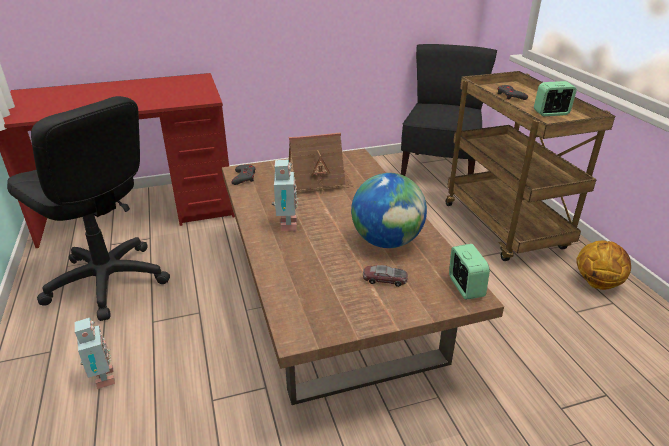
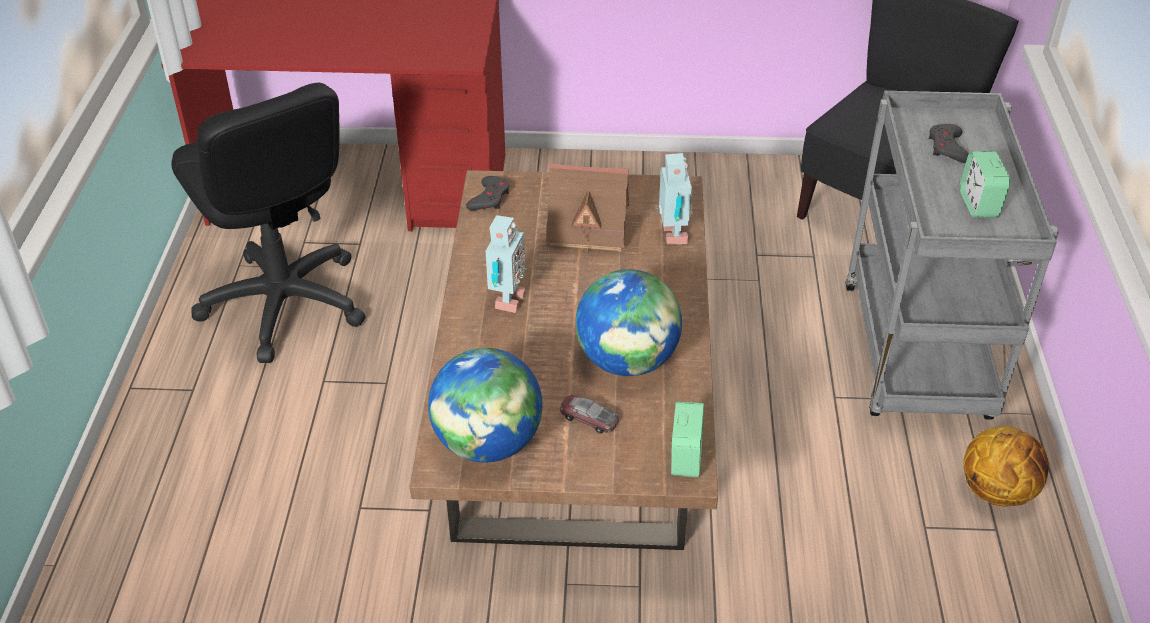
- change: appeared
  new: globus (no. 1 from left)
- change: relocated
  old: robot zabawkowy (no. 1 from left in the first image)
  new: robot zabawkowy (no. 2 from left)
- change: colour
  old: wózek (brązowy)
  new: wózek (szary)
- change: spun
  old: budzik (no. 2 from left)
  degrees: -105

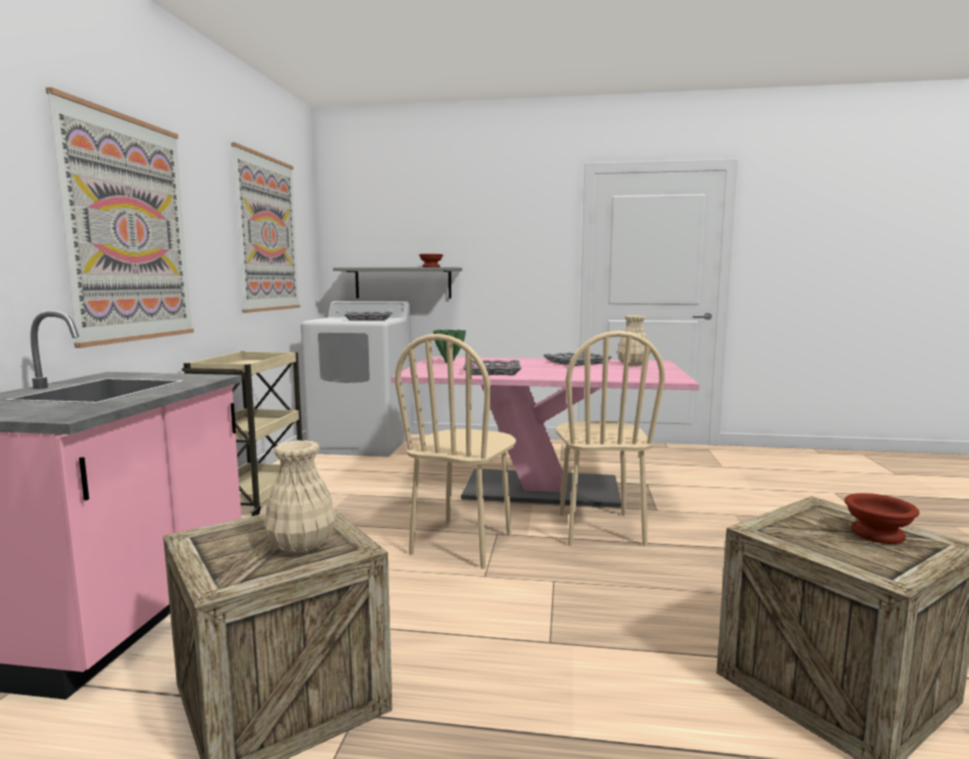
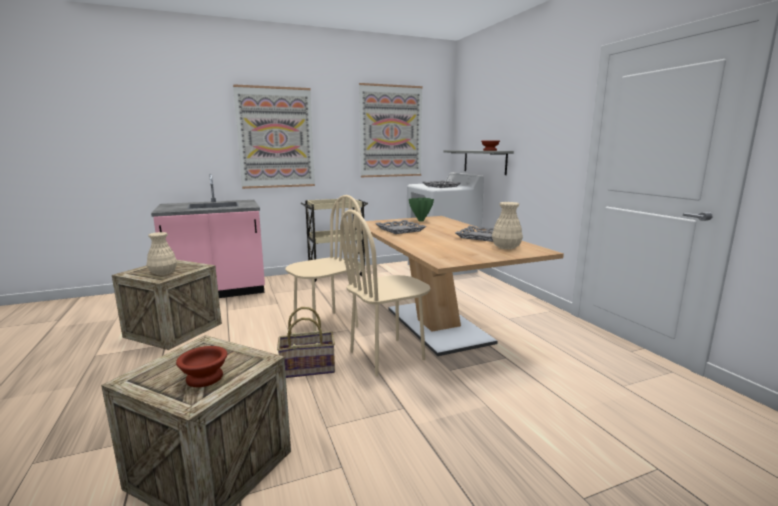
- change: appeared
  new: koszyk
- change: colour
  old: stół jadalny (różowy)
  new: stół jadalny (brązowy)
- change: spun
  old: krzesło (beżowy) (no. 1 from left)
  degrees: 150

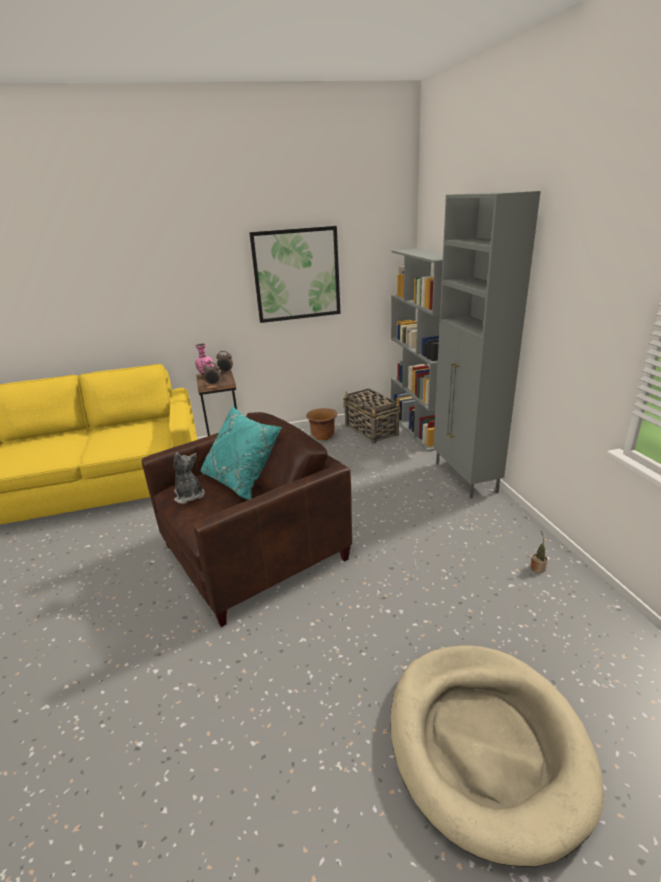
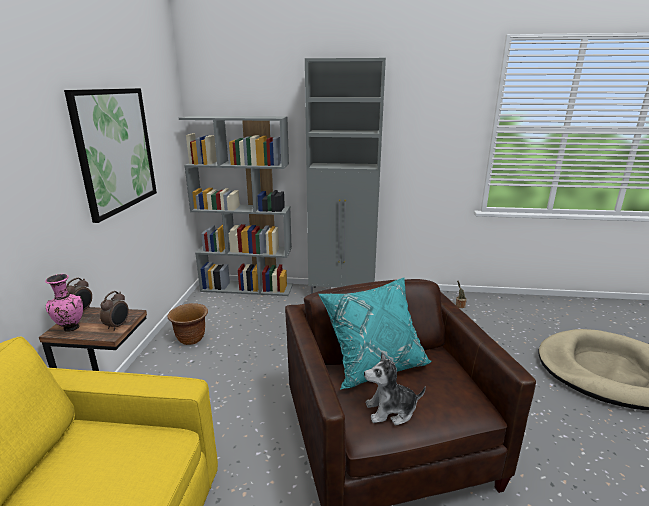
- change: missing
  old: koszyk

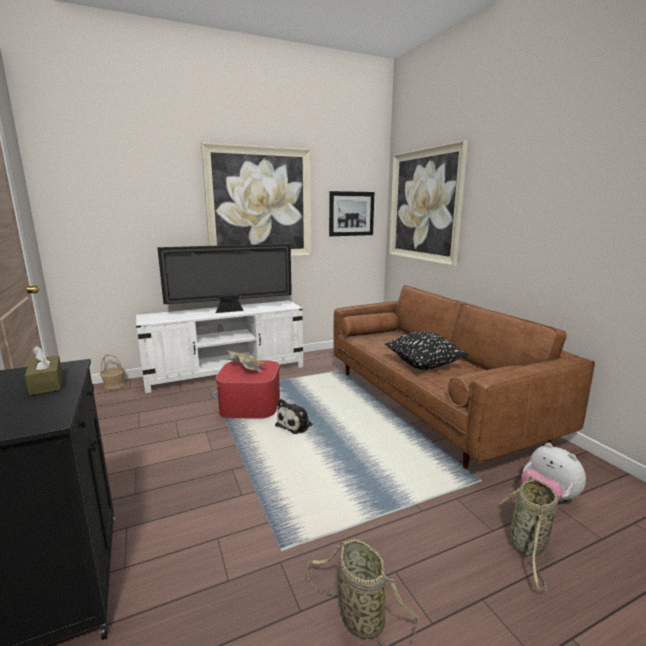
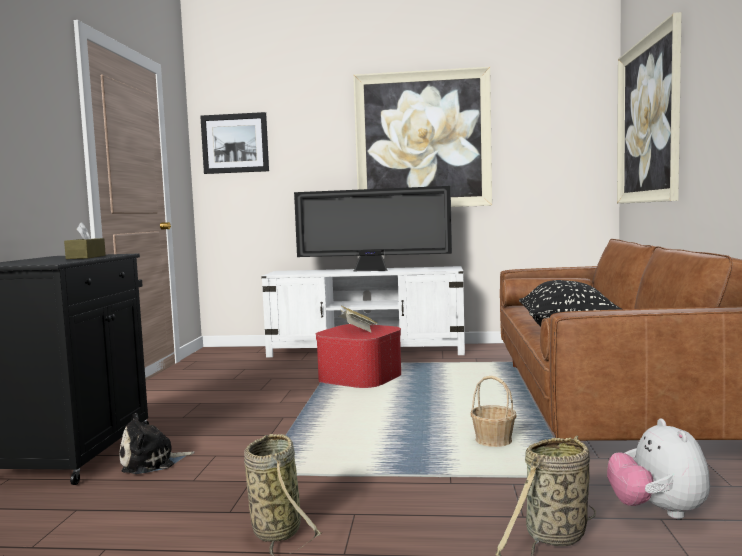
- change: relocated
  old: koszyk (no. 1 from left in the first image)
  new: koszyk (no. 2 from left)
- change: relocated
  old: pluszak (no. 1 from left)
- change: relocated
  old: obraz (no. 2 from left in the first image)
  new: obraz (no. 1 from left)

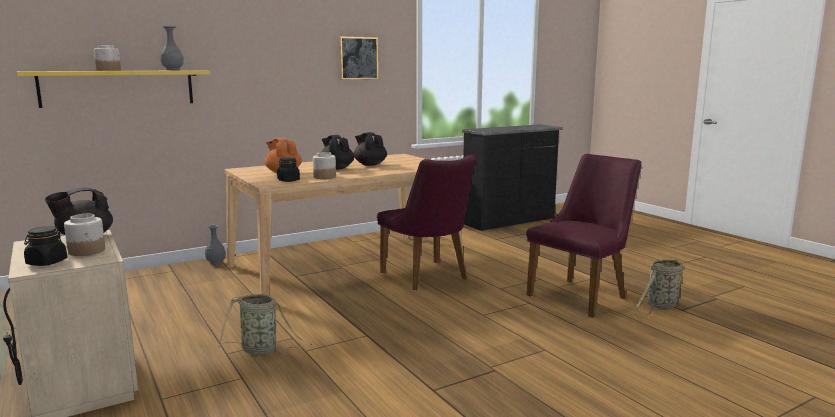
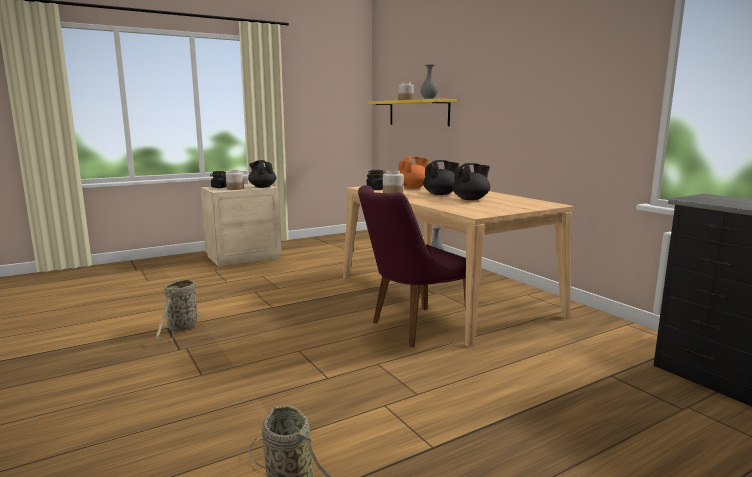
- change: missing
  old: obraz
- change: missing
  old: krzesło (fioletowy) (no. 2 from left)
- change: relocated
  old: koszyk (no. 1 from left)

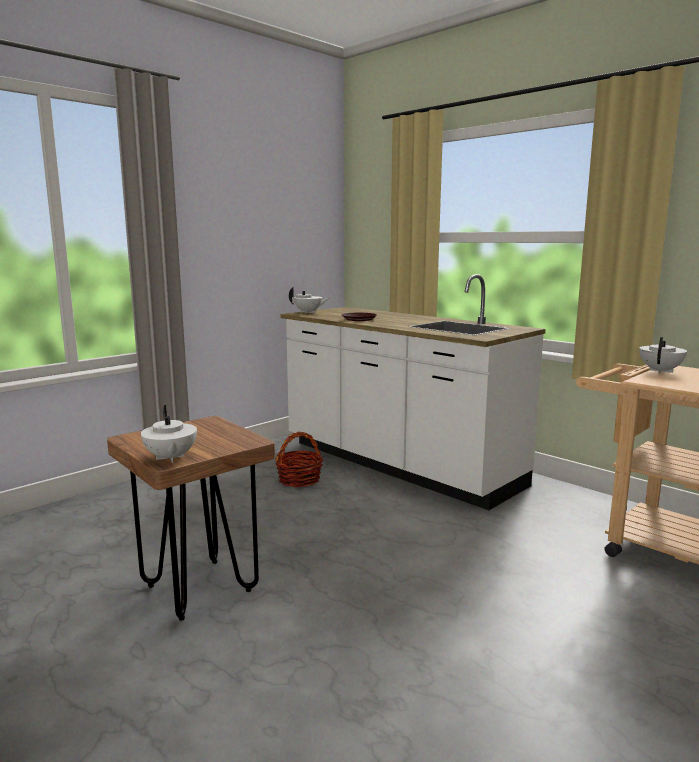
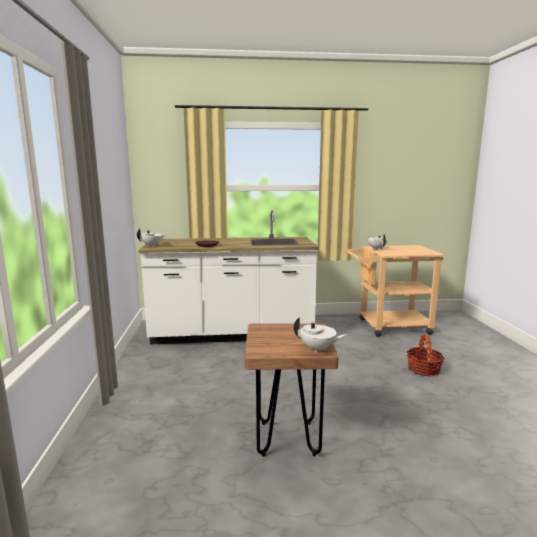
- change: relocated
  old: koszyk

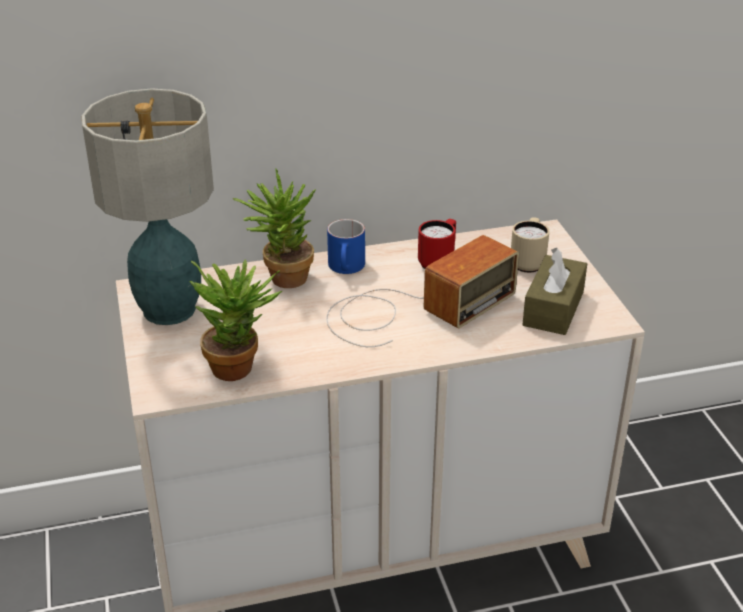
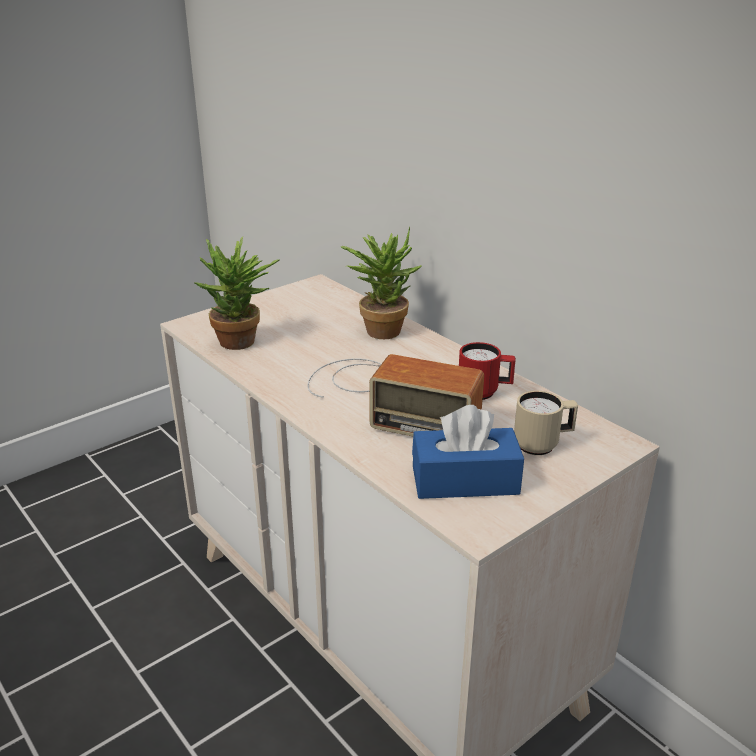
- change: missing
  old: lampa stołowa
- change: missing
  old: kubek (niebieski)
- change: colour
  old: pudełko chusteczek (brązowy)
  new: pudełko chusteczek (niebieski)

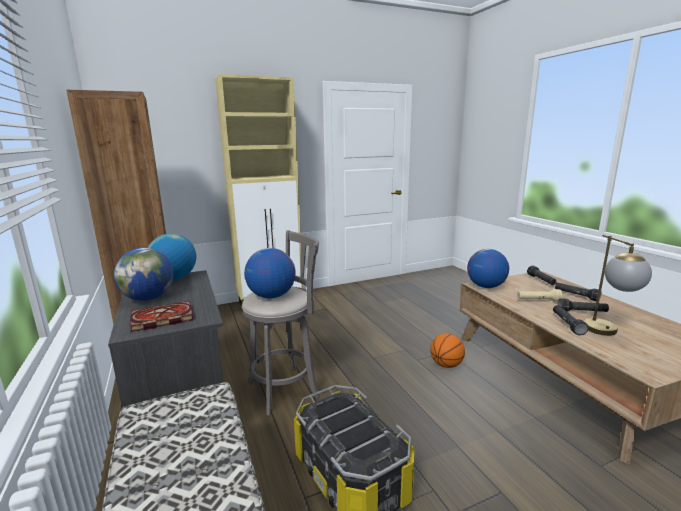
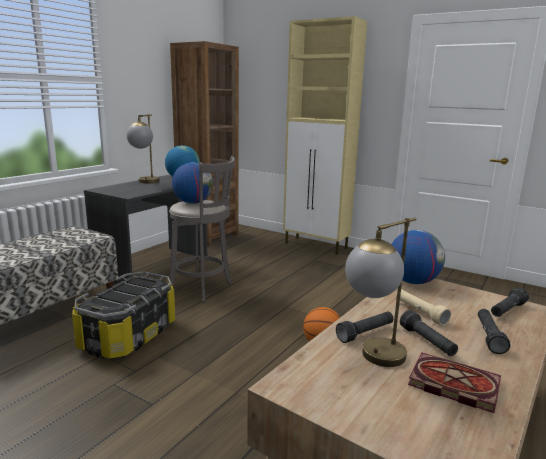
- change: relocated
  old: książka
- change: exchanged
  old: globus (no. 1 from left)
  new: lampa stołowa (no. 1 from left)

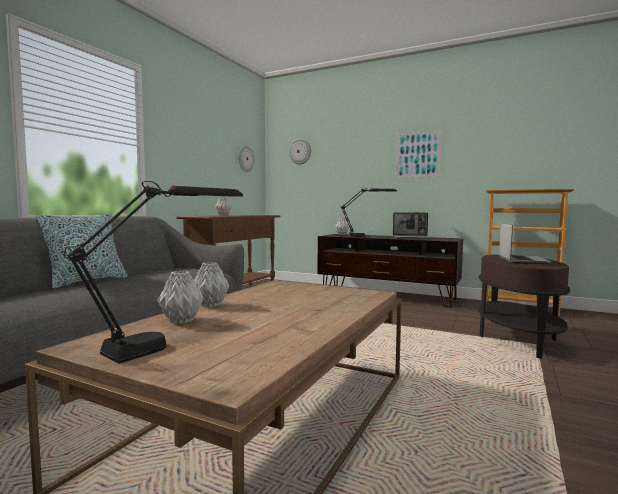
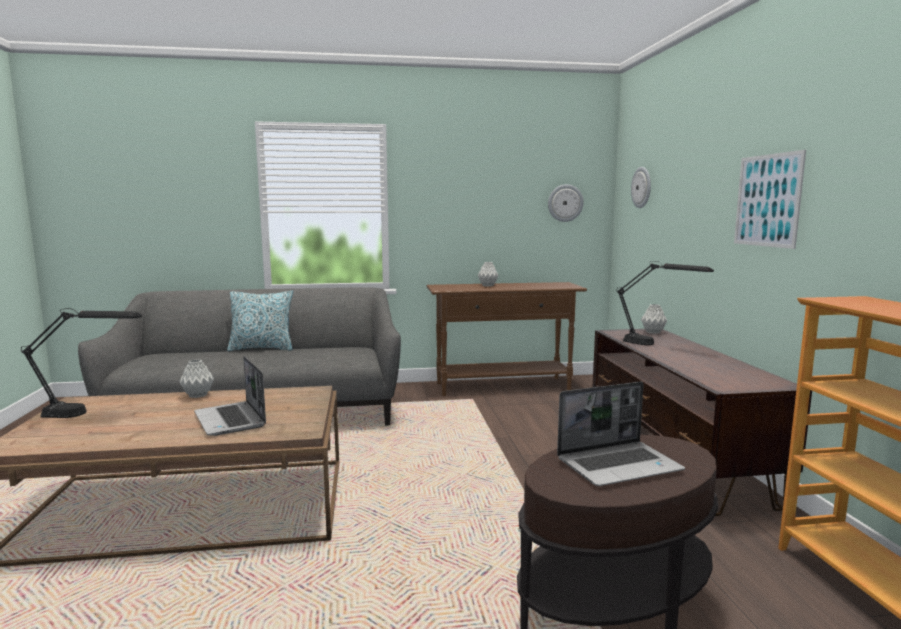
- change: missing
  old: wazon (szary) (no. 1 from left)
- change: relocated
  old: laptop (no. 1 from left)

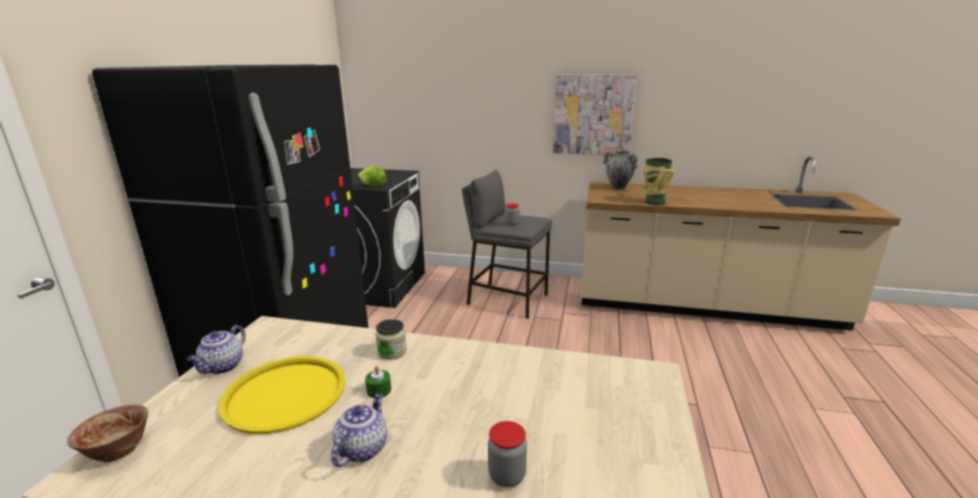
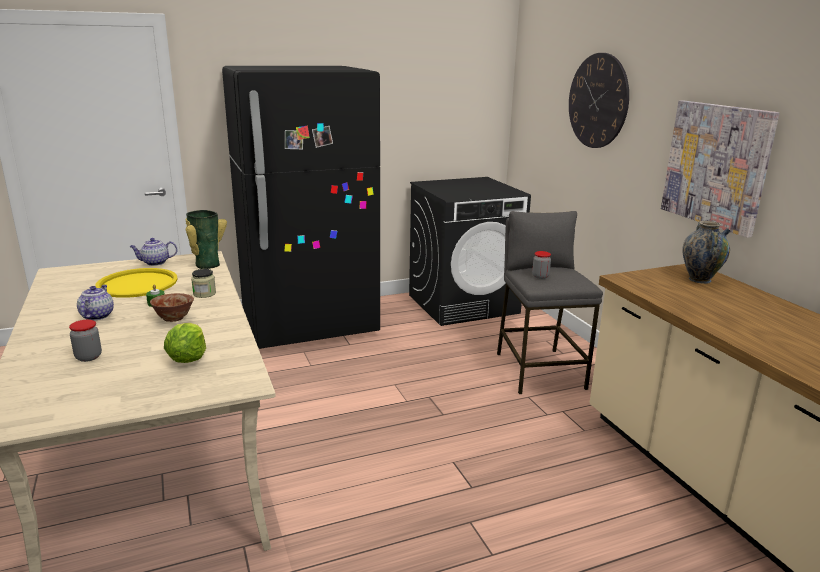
- change: appeared
  new: zegar ścienny
- change: relocated
  old: miska
- change: relocated
  old: sałata
- change: relocated
  old: wazon (no. 2 from left in the first image)
  new: wazon (no. 1 from left)
- change: spun
  old: imbryk (no. 2 from left in the first image)
  degrees: -75

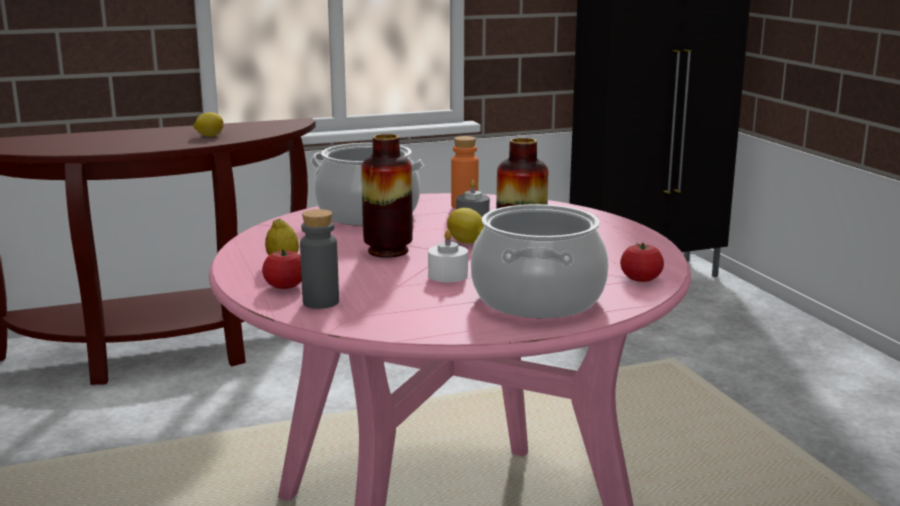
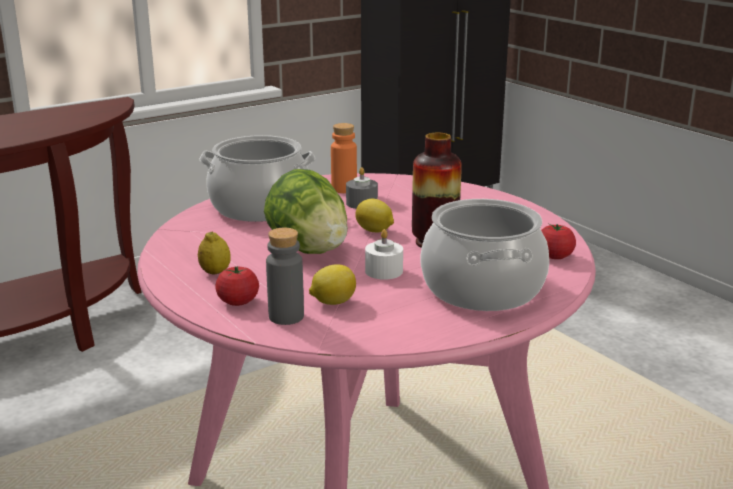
- change: relocated
  old: cytryna (no. 1 from left in the first image)
  new: cytryna (no. 2 from left)
- change: exchanged
  old: wazon (no. 1 from left)
  new: sałata

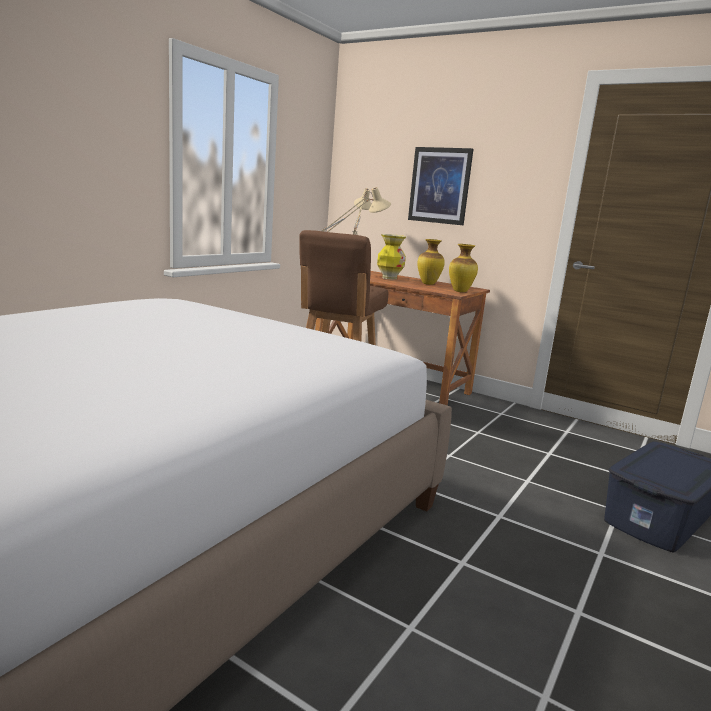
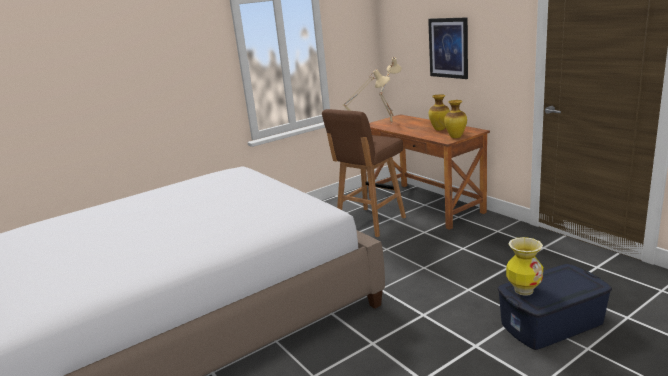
- change: relocated
  old: wazon (no. 1 from left in the first image)
  new: wazon (no. 3 from left)

